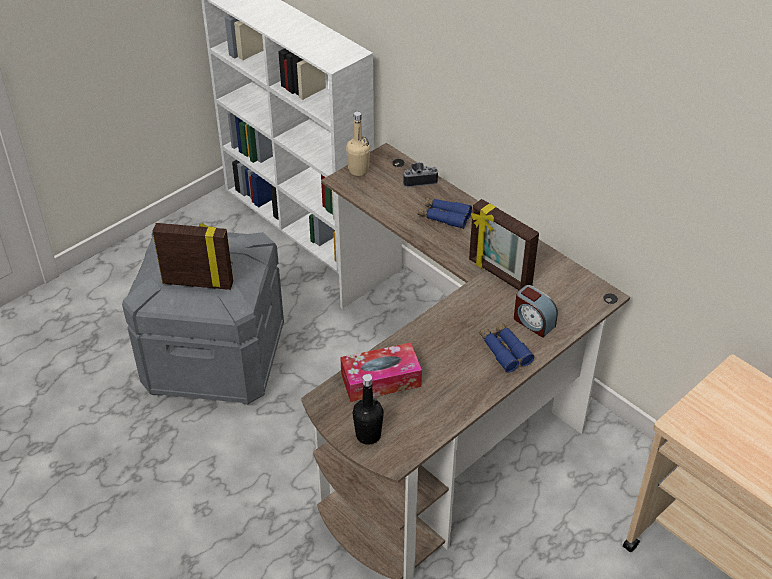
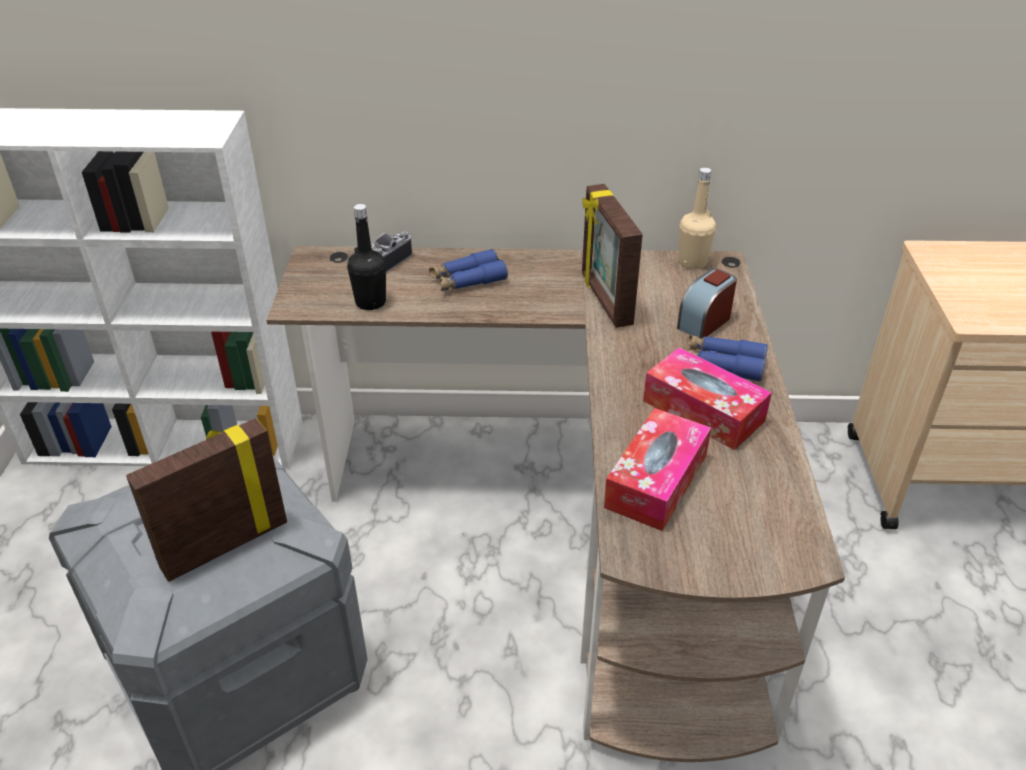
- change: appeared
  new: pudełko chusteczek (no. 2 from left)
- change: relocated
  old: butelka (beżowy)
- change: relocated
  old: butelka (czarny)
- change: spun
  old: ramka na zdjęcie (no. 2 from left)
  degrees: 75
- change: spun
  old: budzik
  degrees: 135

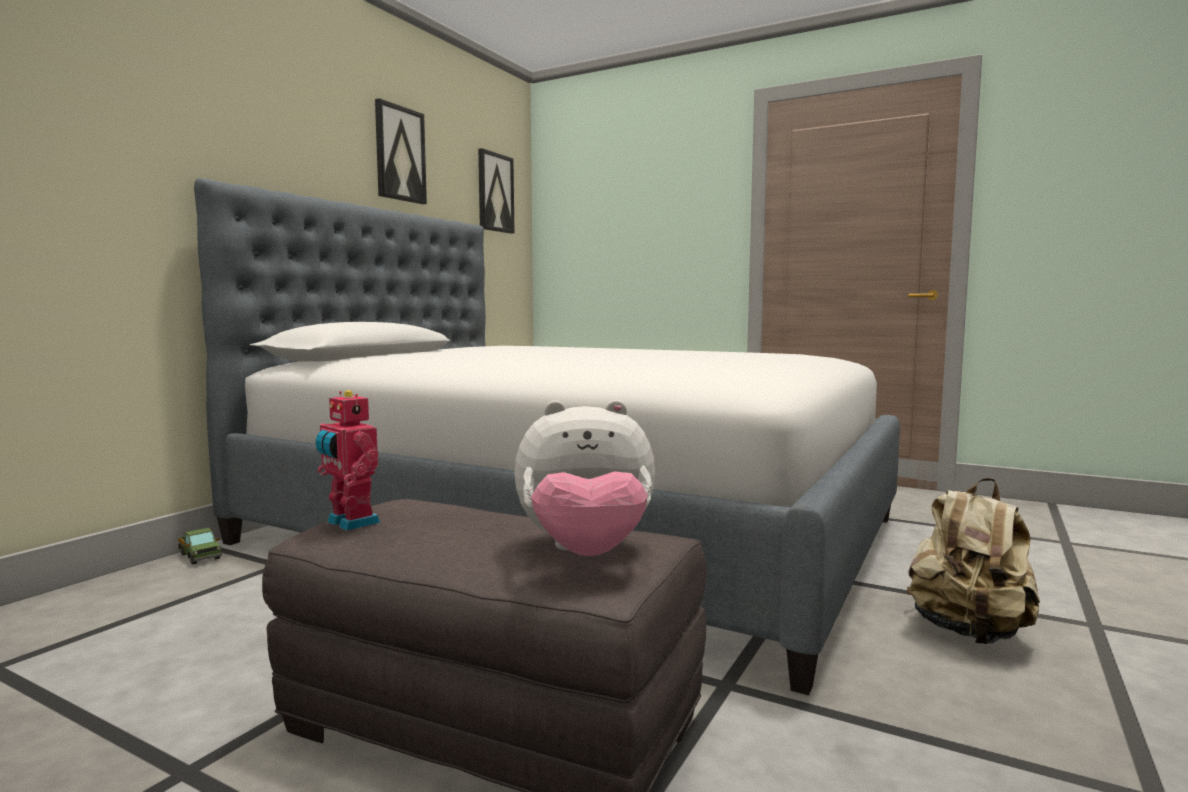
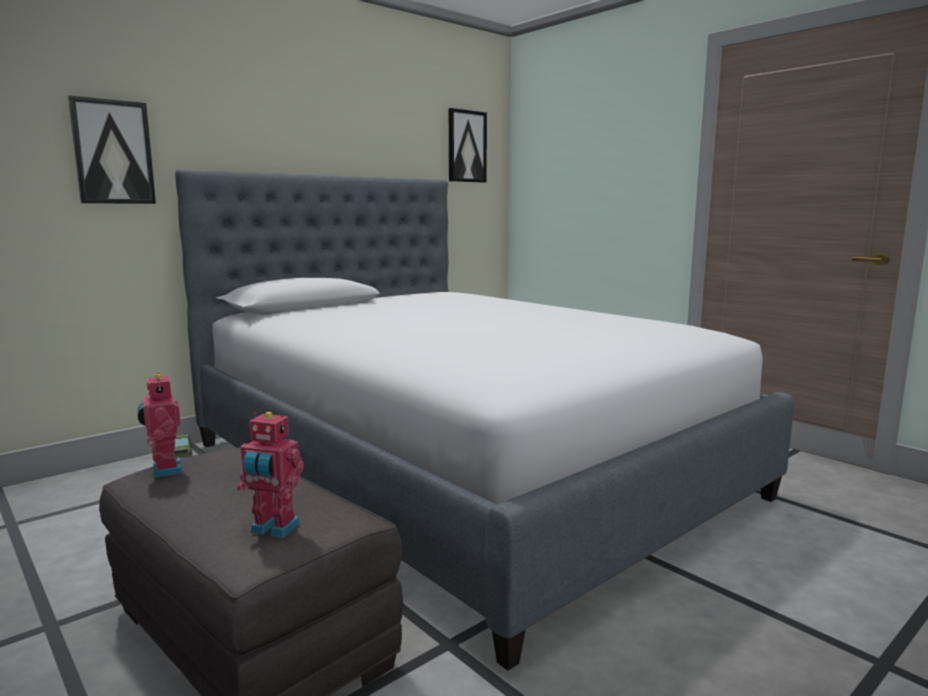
- change: missing
  old: plecak (beżowy)
- change: relocated
  old: obraz (no. 1 from left)
- change: exchanged
  old: pluszak
  new: robot zabawkowy (no. 2 from left)

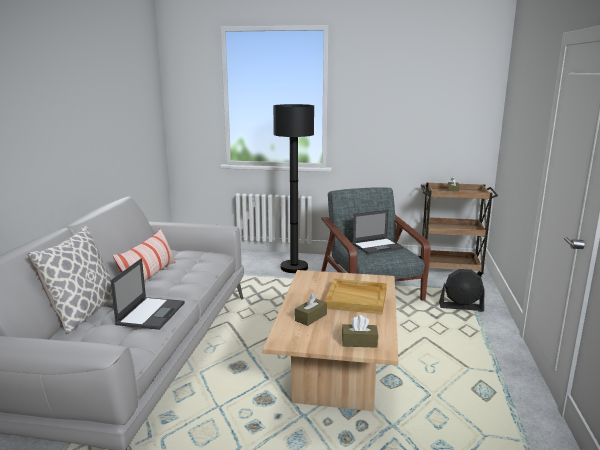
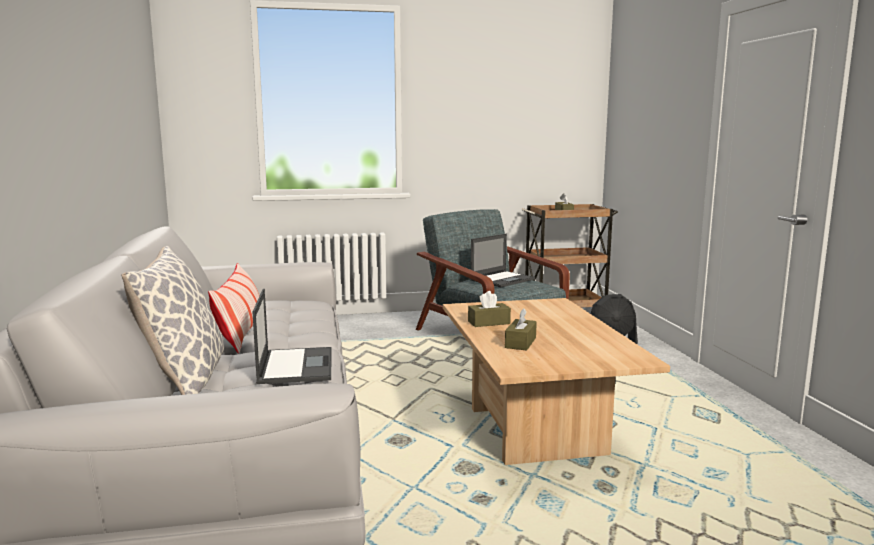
- change: missing
  old: lampa stojąca (czarny)
- change: missing
  old: taca (beżowy)
- change: relocated
  old: pudełko chusteczek (brązowy) (no. 2 from left in the first image)
  new: pudełko chusteczek (brązowy) (no. 1 from left)

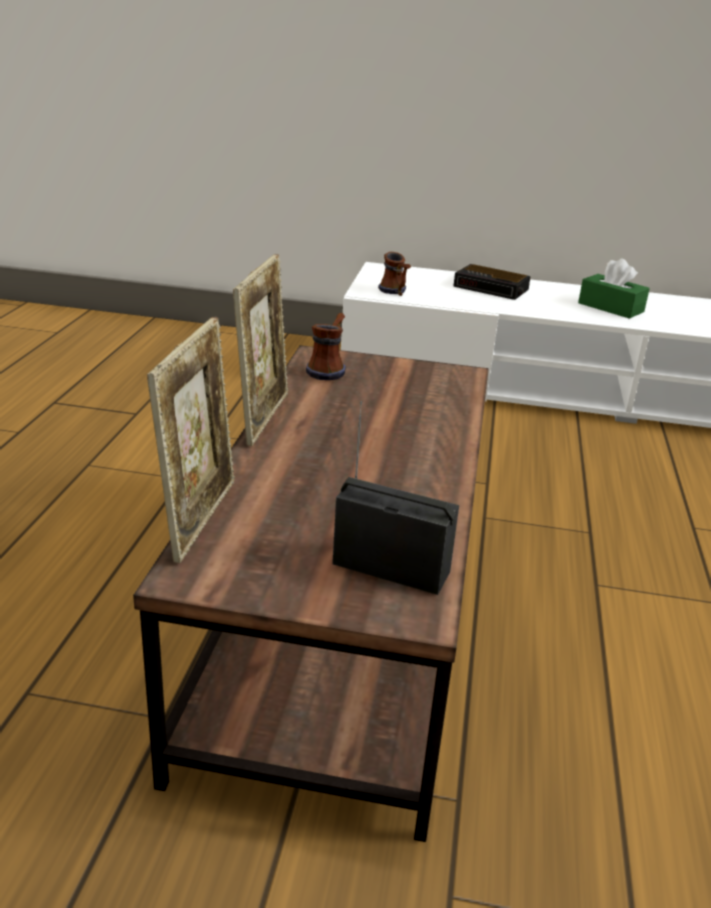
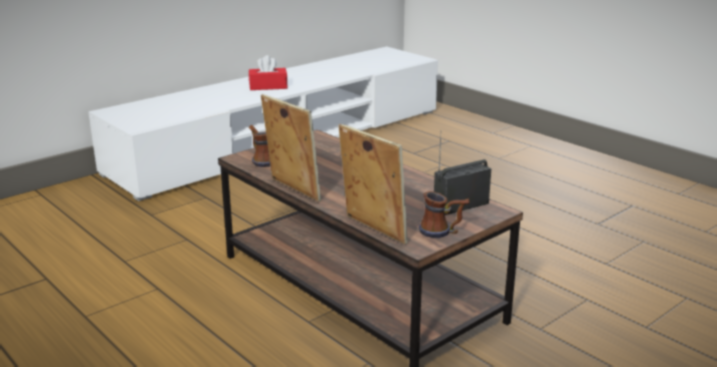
- change: missing
  old: budzik
- change: relocated
  old: kubek (no. 2 from left)
- change: colour
  old: pudełko chusteczek (zielony)
  new: pudełko chusteczek (czerwony)

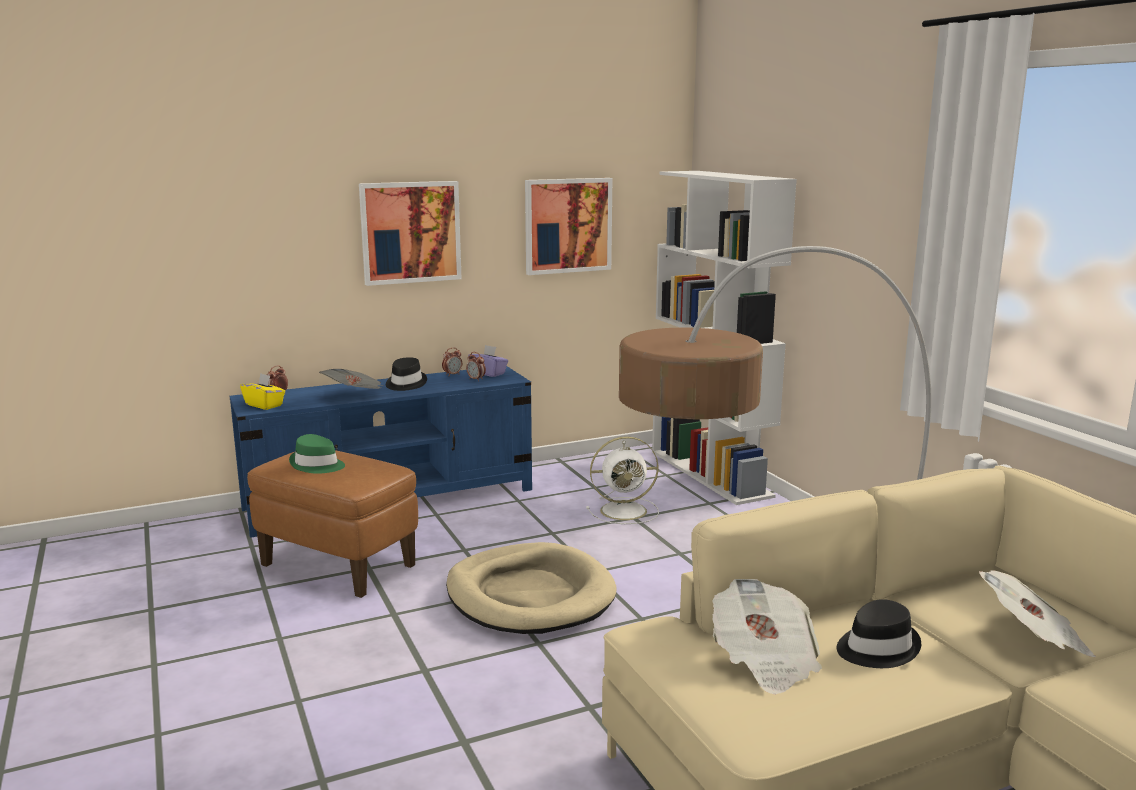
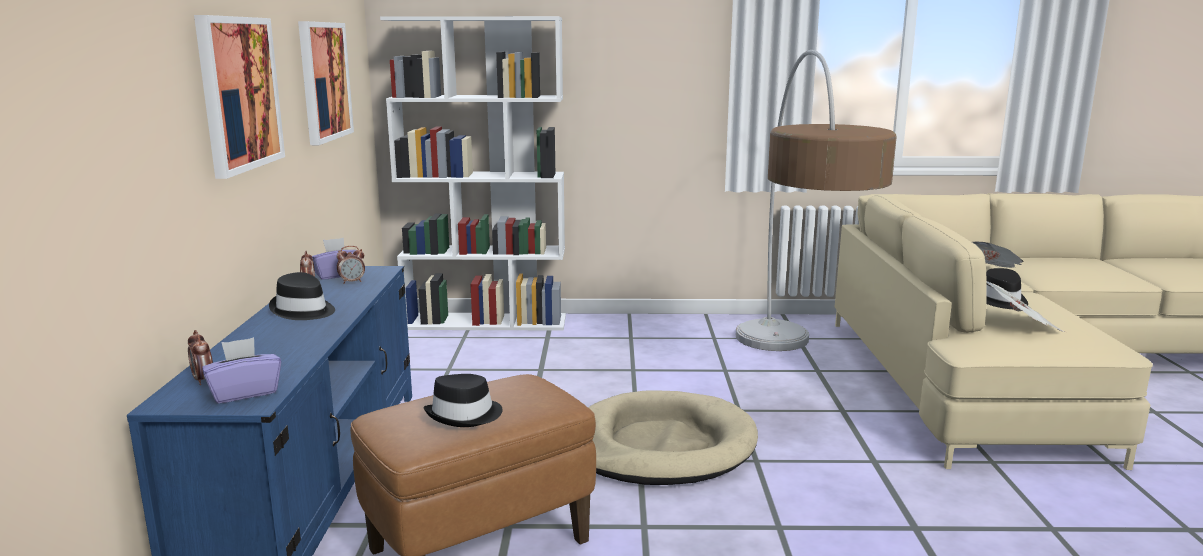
- change: missing
  old: gazeta (no. 1 from left)
- change: missing
  old: wentylator (biały)
- change: colour
  old: pudełko chusteczek (żółty)
  new: pudełko chusteczek (fioletowy) (no. 1 from left)
- change: colour
  old: kapelusz (zielony)
  new: kapelusz (czarny) (no. 2 from left)

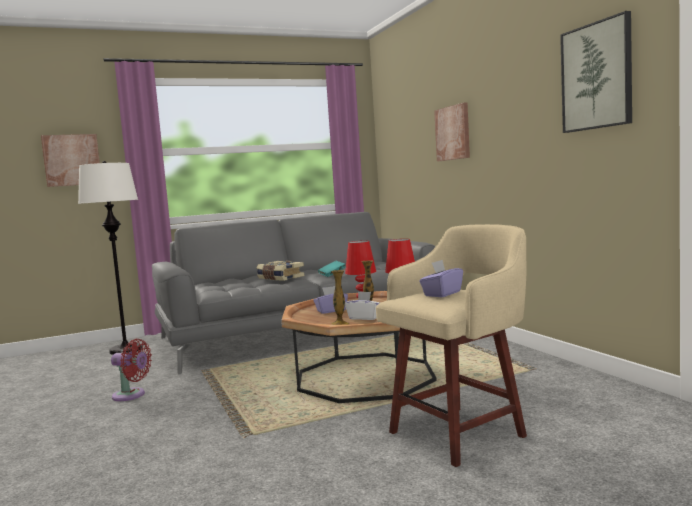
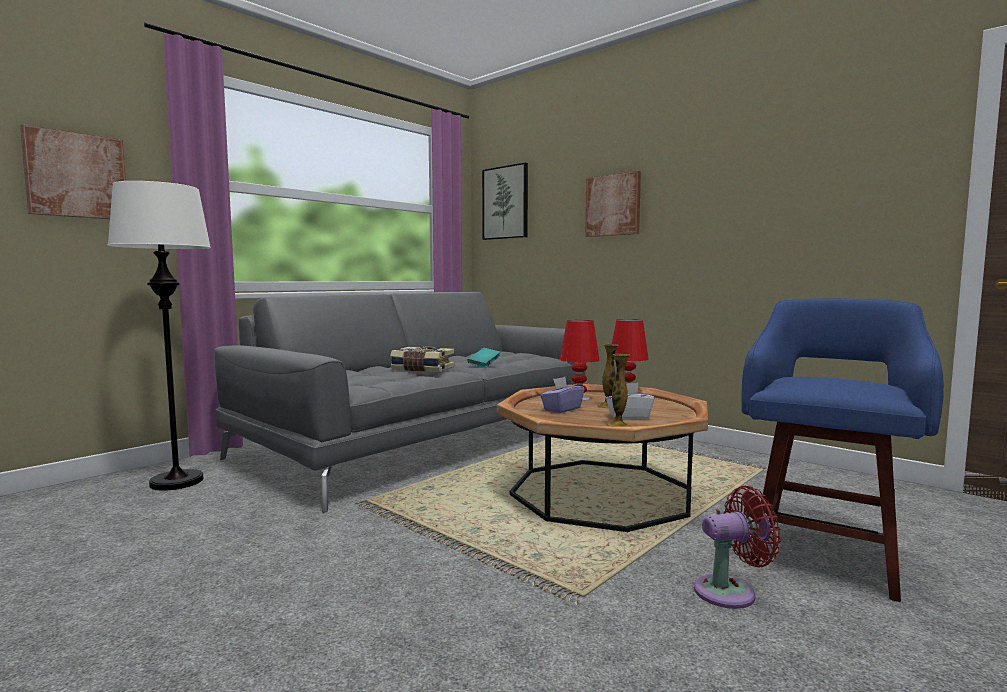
- change: missing
  old: pudełko chusteczek (fioletowy) (no. 2 from left)
- change: relocated
  old: wentylator (czerwony)
- change: relocated
  old: obraz (no. 3 from left in the first image)
  new: obraz (no. 2 from left)
- change: colour
  old: stołek (beżowy)
  new: stołek (niebieski)

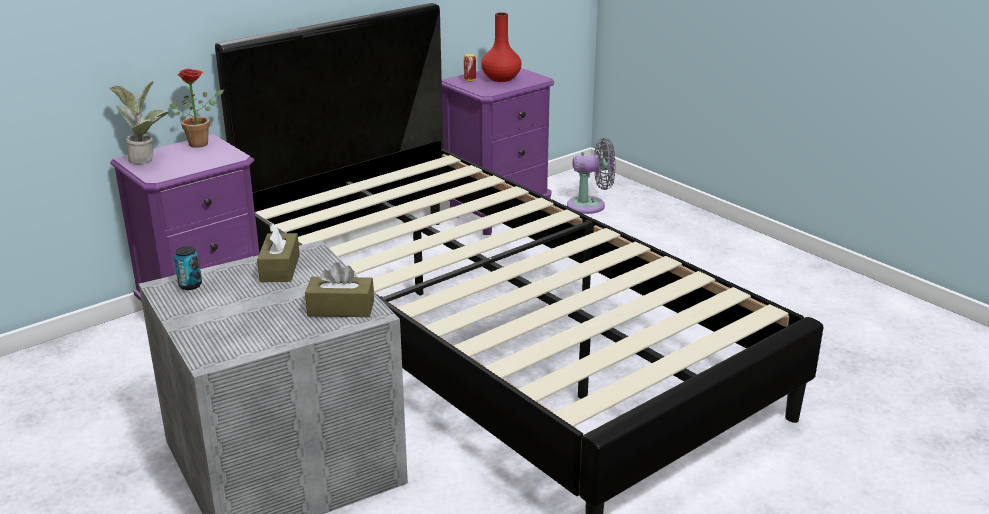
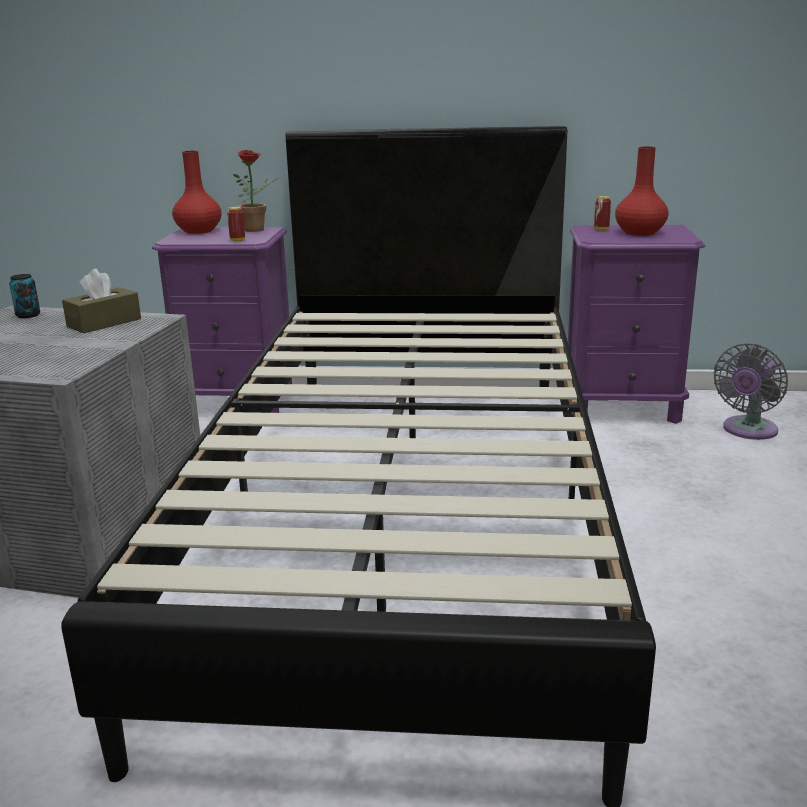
- change: missing
  old: pudełko chusteczek (brązowy) (no. 2 from left)
- change: appeared
  new: puszka (no. 2 from left)
- change: exchanged
  old: roślina doniczkowa (no. 1 from left)
  new: wazon (czerwony) (no. 1 from left)
- change: spun
  old: wentylator (szary)
  degrees: 90

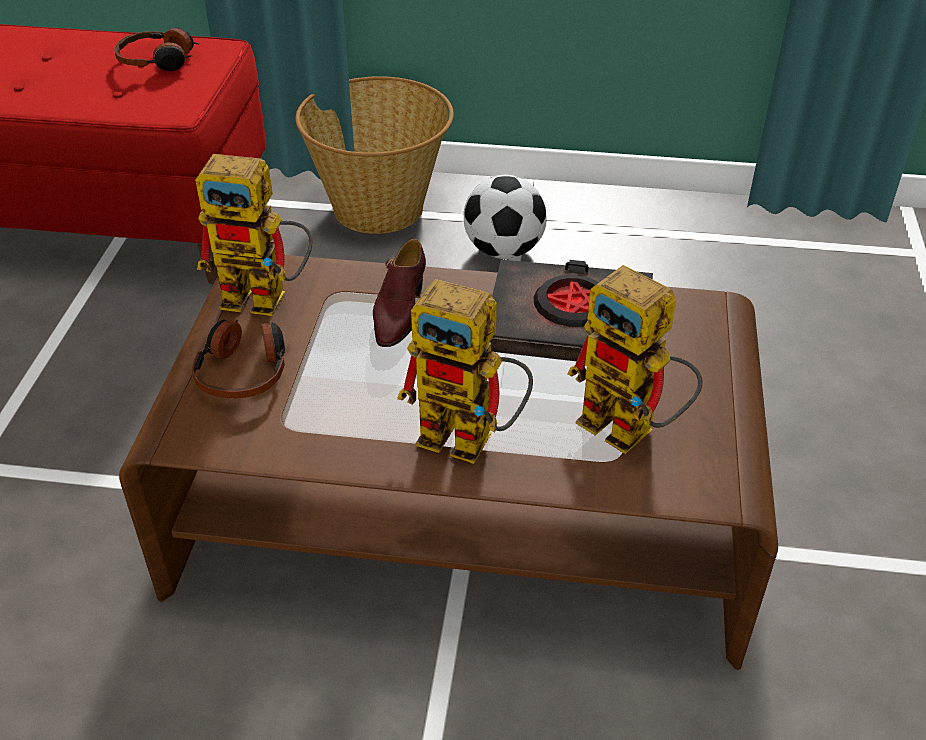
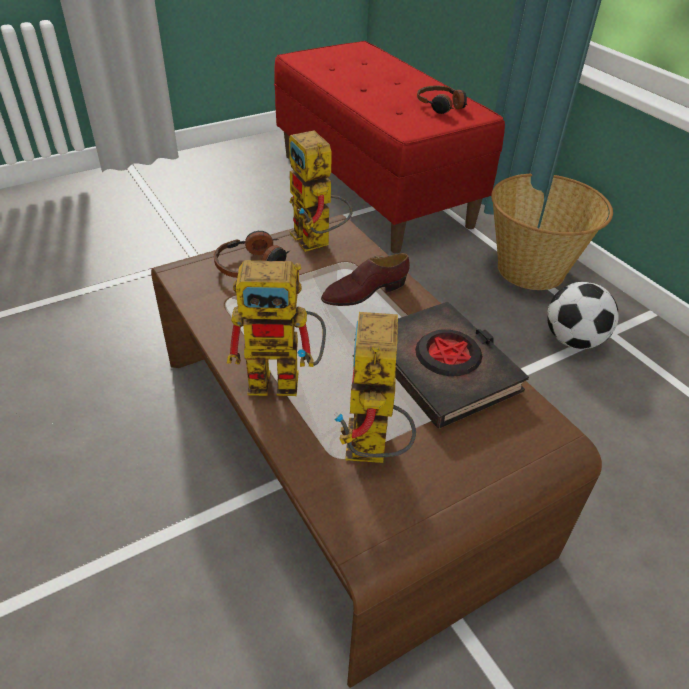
- change: spun
  old: robot zabawkowy (no. 2 from left in the first image)
  degrees: -75

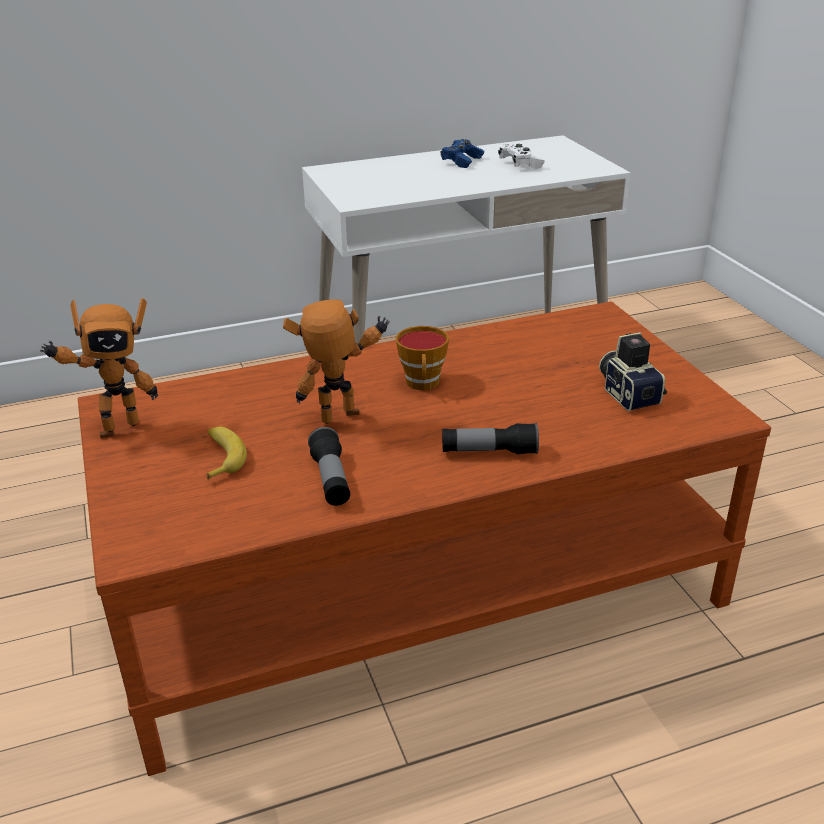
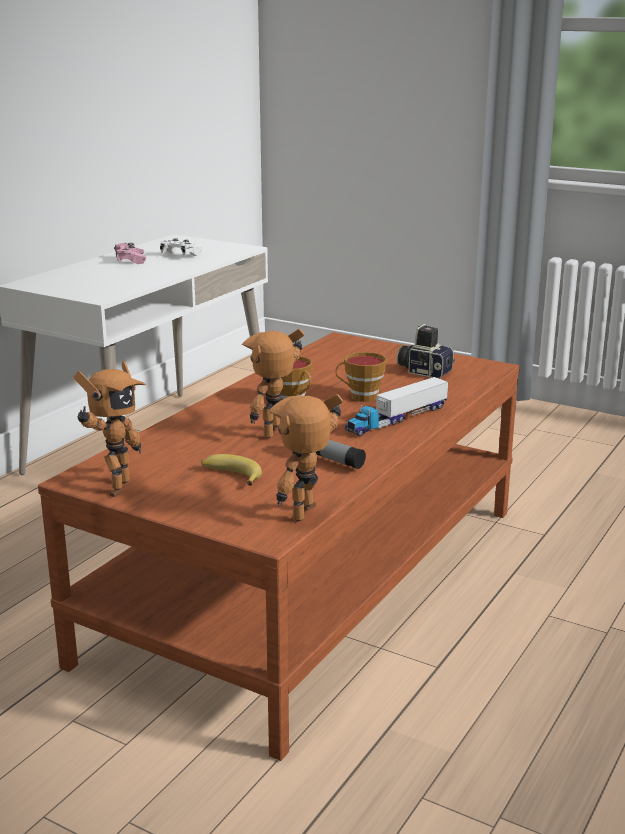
- change: appeared
  new: robot zabawkowy (no. 3 from left)
- change: appeared
  new: filiżanka (no. 2 from left)
- change: exchanged
  old: latarka (no. 2 from left)
  new: ciężarówka zabawkowa
- change: colour
  old: pad do gier (niebieski)
  new: pad do gier (różowy)

